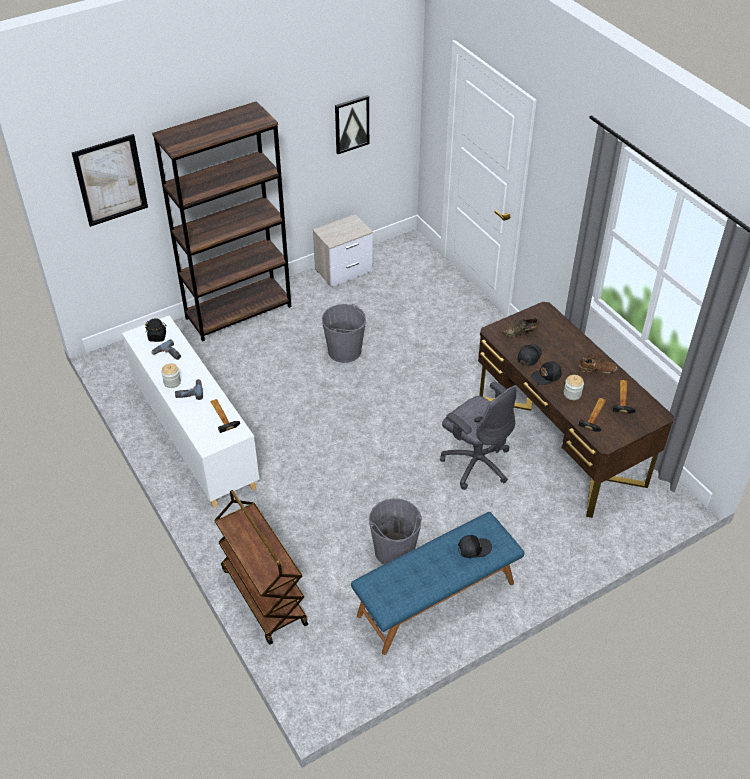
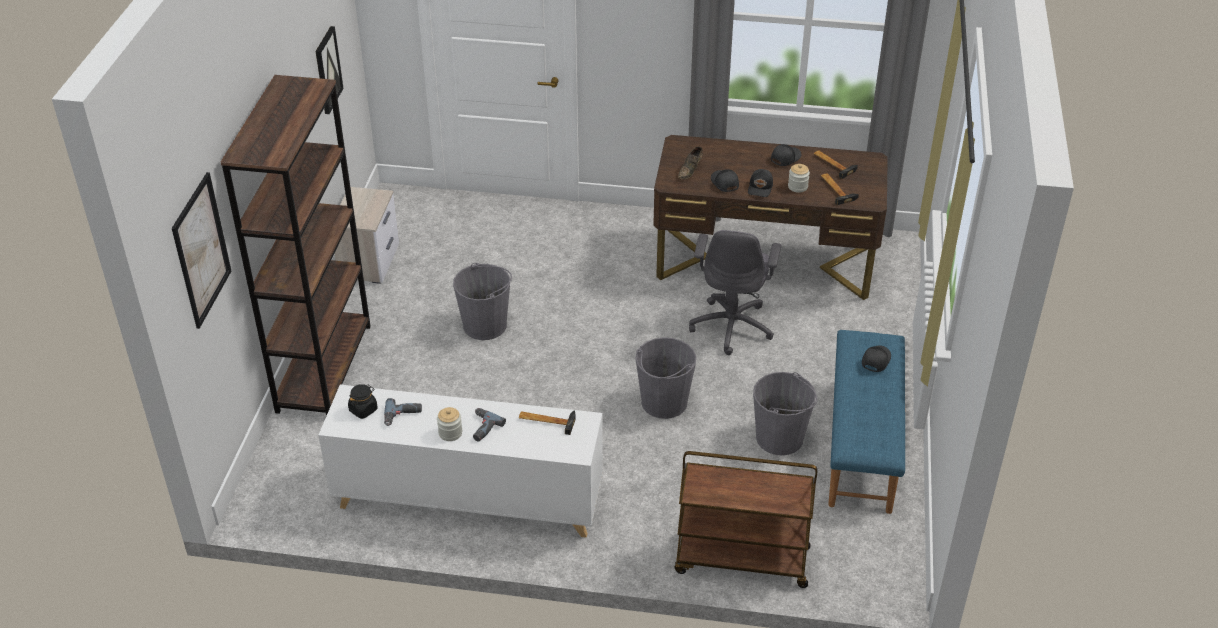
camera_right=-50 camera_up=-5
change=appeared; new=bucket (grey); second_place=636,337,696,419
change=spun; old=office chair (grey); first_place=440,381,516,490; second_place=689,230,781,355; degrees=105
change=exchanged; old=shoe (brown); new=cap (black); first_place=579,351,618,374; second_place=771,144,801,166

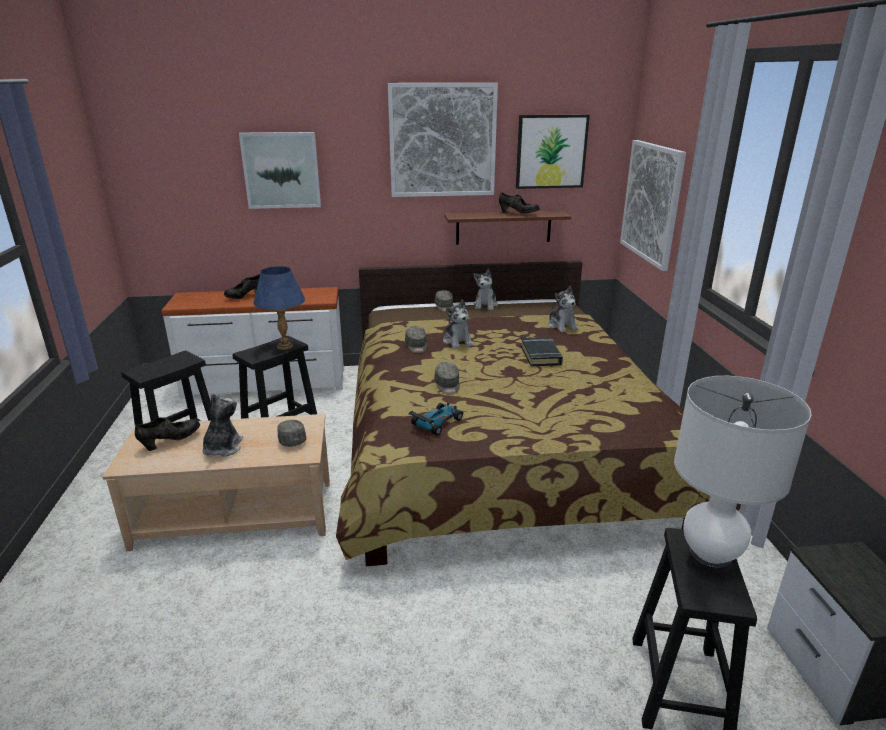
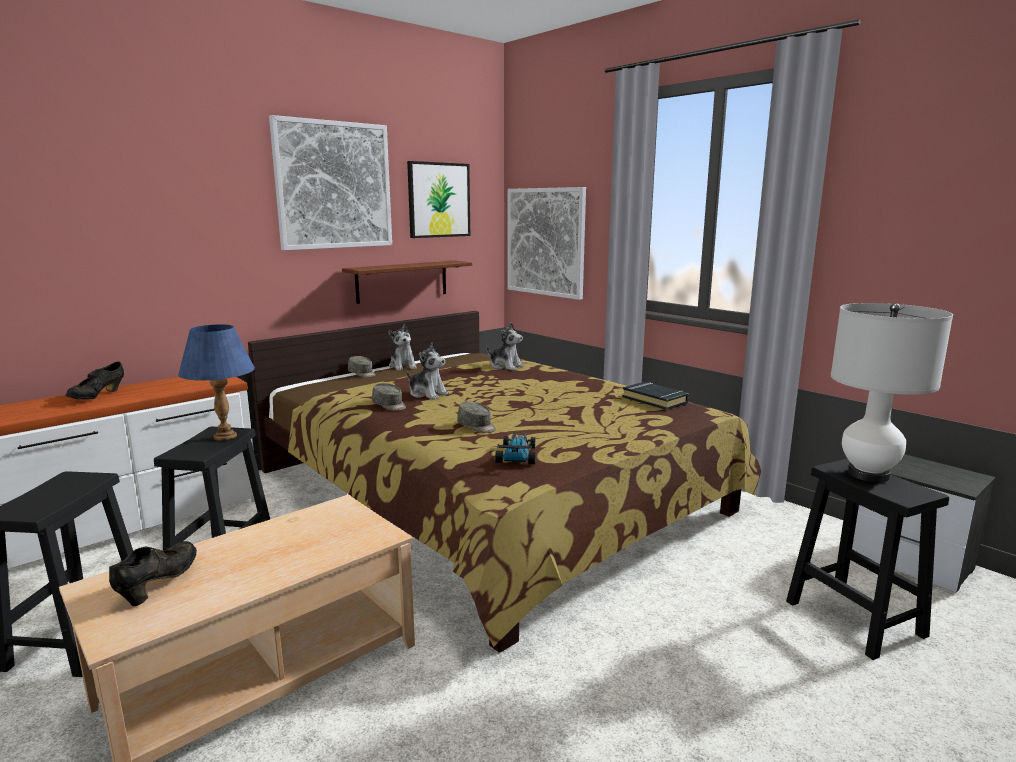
camera_right=-35 camera_up=-10
change=relocated; old=book (black); first_place=521,337,563,366; second_place=622,382,689,410
change=missing; old=plush toy; first_place=203,393,243,457
change=missing; old=picture; first_place=239,132,321,209
change=missing; old=cap (grey); first_place=277,420,306,447
change=missing; old=shoe (black); first_place=499,192,540,213

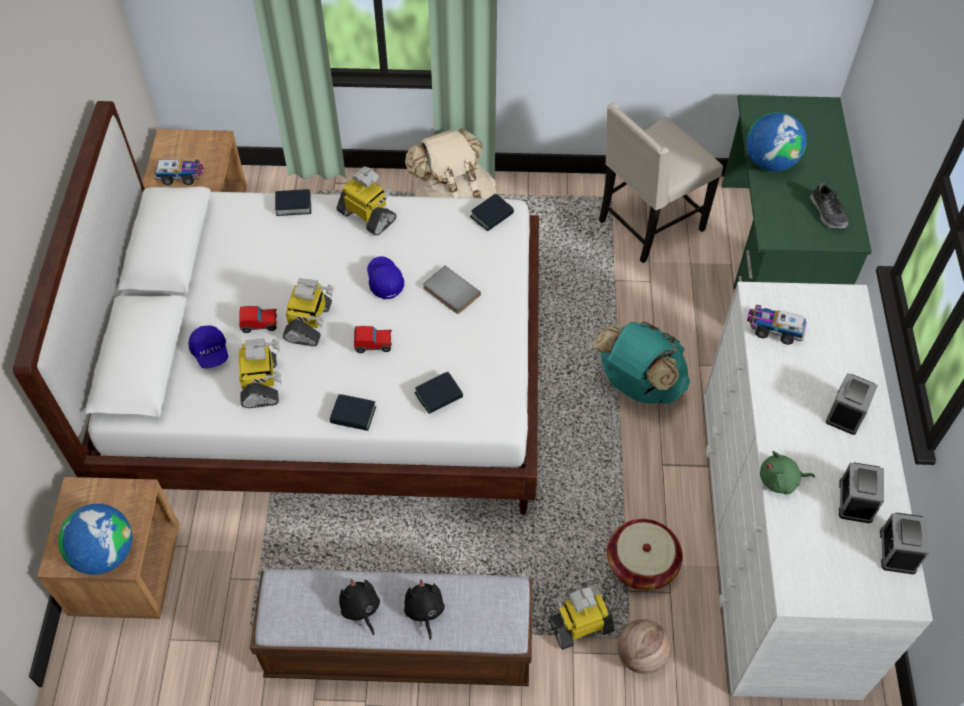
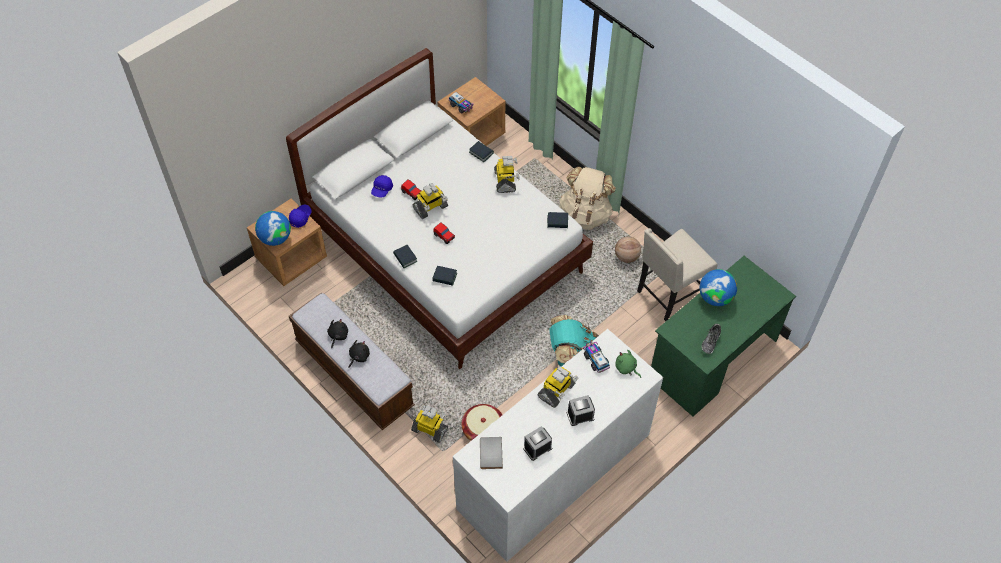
camera_right=45 camera_up=0
change=relocated; old=cap (blue); first_place=367,256,404,299; second_place=289,205,312,228
change=relocated; old=book (grey); first_place=423,266,481,314; second_place=480,437,503,469
change=relocated; old=toy robot; first_place=239,338,281,408; second_place=537,366,579,408
change=relocated; old=basketball; first_place=617,619,671,674; second_place=615,237,641,263
change=relocated; old=plush toy (green); first_place=760,451,815,494; second_place=615,350,641,378
change=spun; old=chair (beige); first_place=599,103,723,263; second_place=637,228,718,321; degrees=-45
change=missing; old=alarm clock; first_place=880,513,929,574

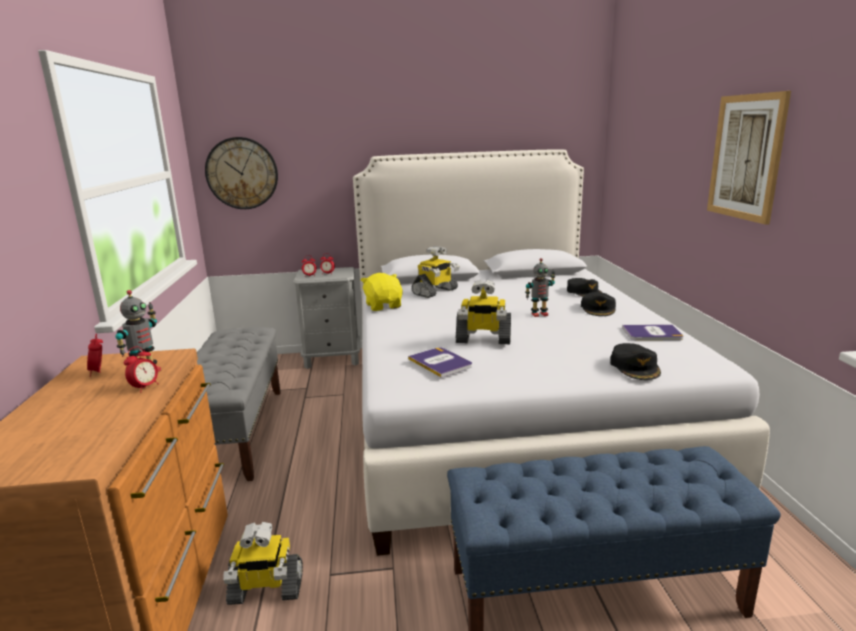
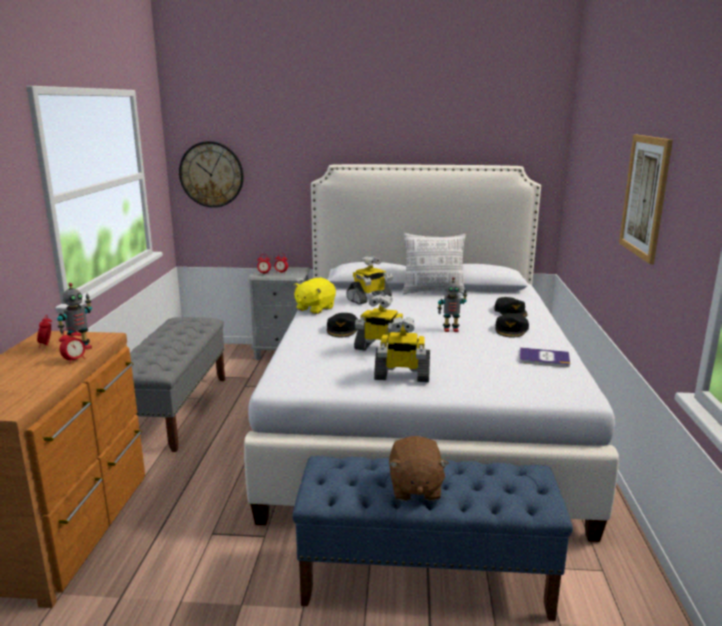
camera_right=10 camera_up=0
change=spun; old=plush toy (yellow); first_place=360,273,403,311; second_place=293,278,336,314; degrees=-135
change=relocated; old=cap (black); first_place=610,343,661,380; second_place=327,313,358,337
change=relocated; old=toy robot; first_place=223,522,303,605; second_place=374,317,430,382
change=appeared; new=plush toy (brown); second_place=389,436,449,501
change=appeared; new=pillow; second_place=403,233,466,294
change=missing; old=book; first_place=408,347,472,378

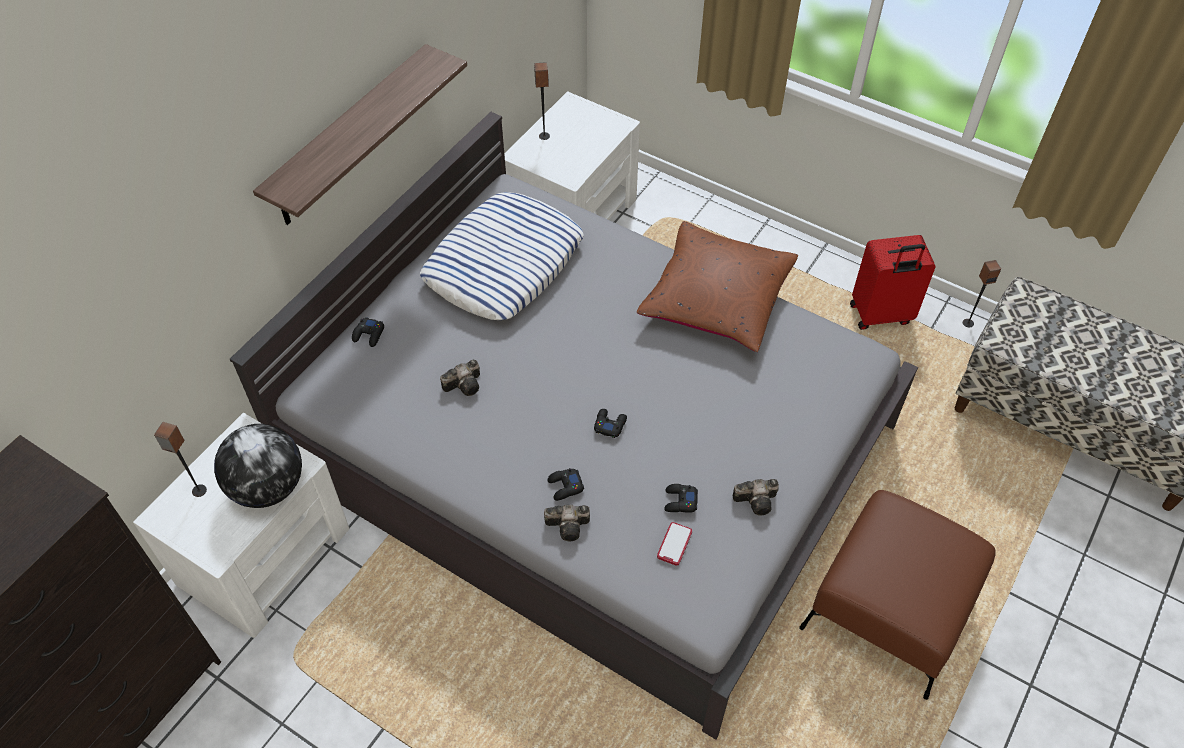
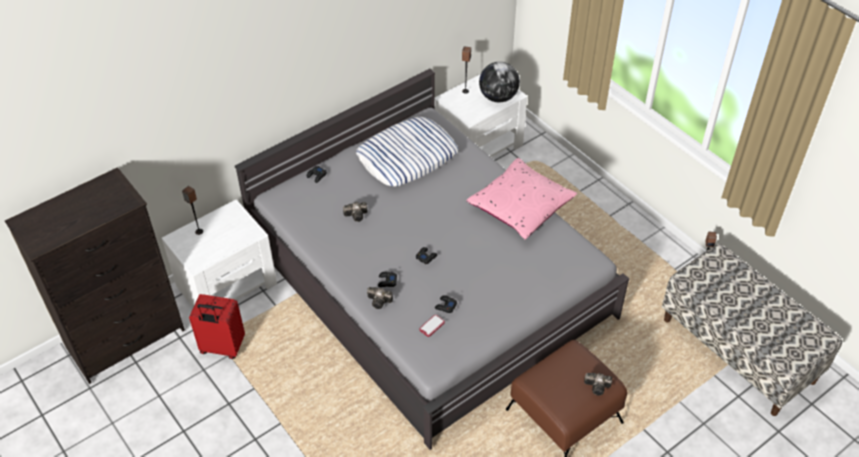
camera_right=20 camera_up=-5
change=relocated; old=suitcase (red); first_place=850,235,936,330; second_place=189,294,245,359
change=colour; old=pillow (brown); new=pillow (pink); first_place=637,221,798,352; second_place=466,158,577,240
change=relocated; old=globe; first_place=214,424,302,508; second_place=479,62,520,102
change=relocated; old=photo camera; first_place=733,479,779,516; second_place=584,373,612,396
change=missing; old=shelf; first_place=253,44,467,225

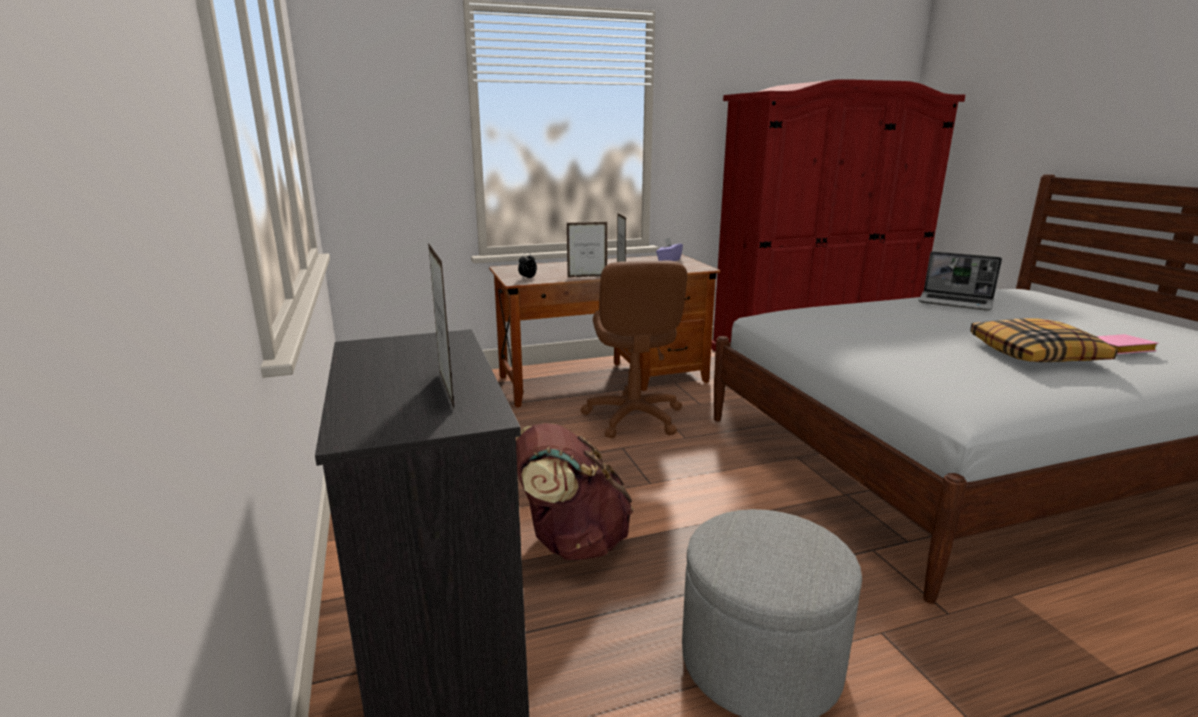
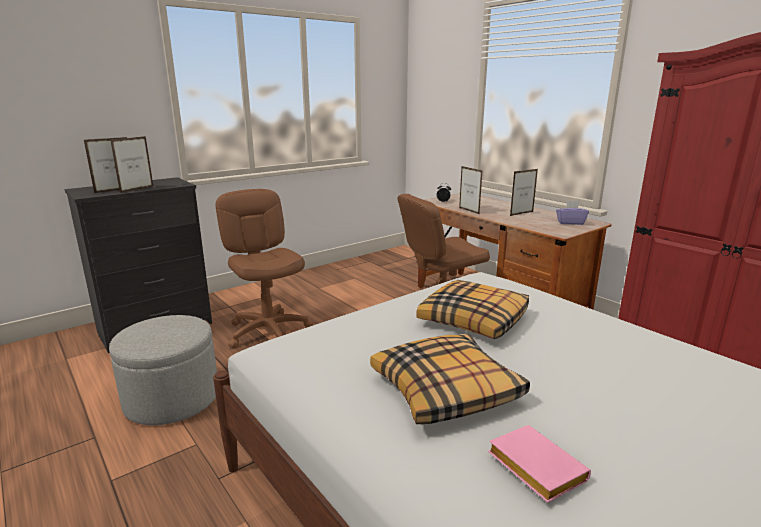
camera_right=70 camera_up=0
change=appeared; new=picture frame; second_place=110,136,154,193
change=exchanged; old=backpack (brown); new=office chair (brown); first_place=516,423,634,560; second_place=215,189,314,348
change=appeared; new=pillow; second_place=416,280,529,339
change=missing; old=laptop; first_place=918,251,1002,311

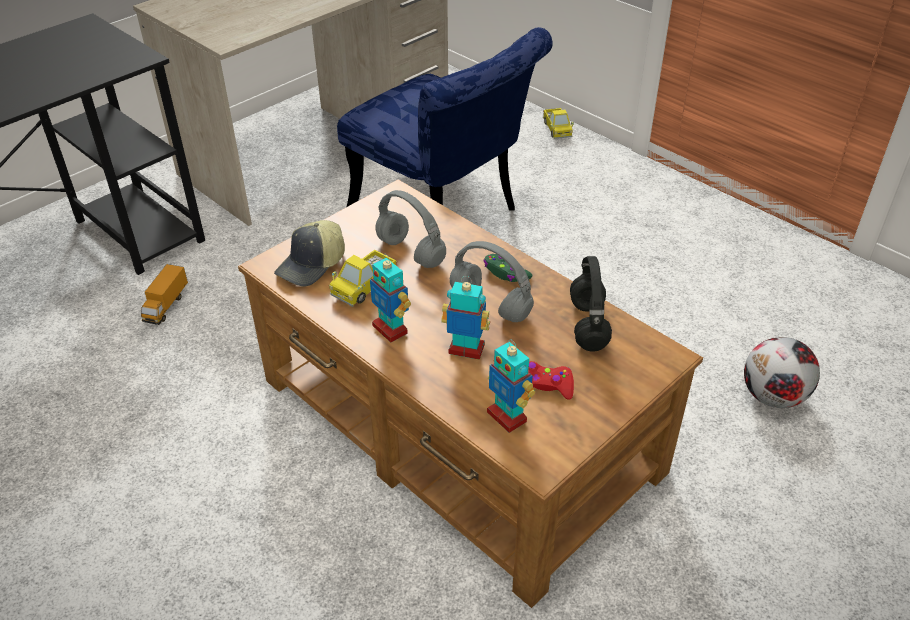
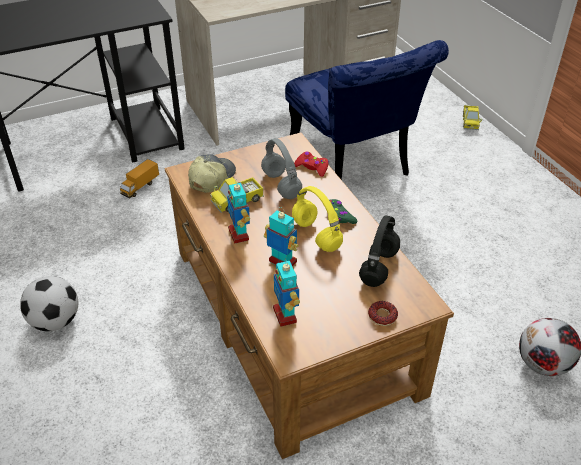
camera_right=20 camera_up=0
change=appeared; new=football; second_place=20,276,78,331
change=spun; old=cap; first_place=274,220,345,287; second_place=188,154,236,193; degrees=150
change=colour; old=headphones (grey); new=headphones (yellow); first_place=450,241,534,322; second_place=292,186,343,252
change=relocated; old=game controller (red); first_place=528,361,574,400; second_place=294,152,329,177
change=appeared; new=donut; second_place=368,301,398,326

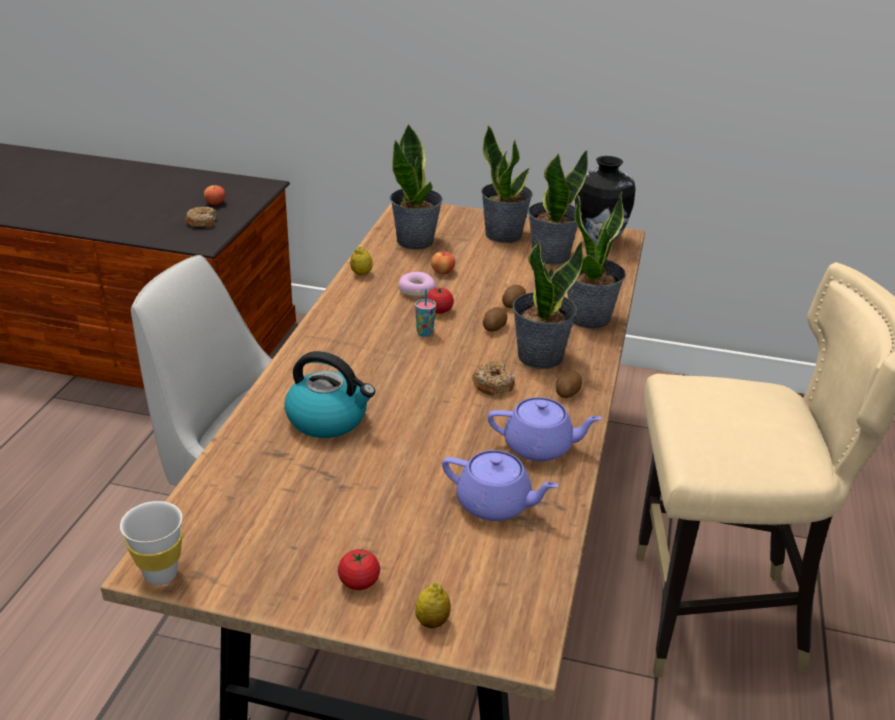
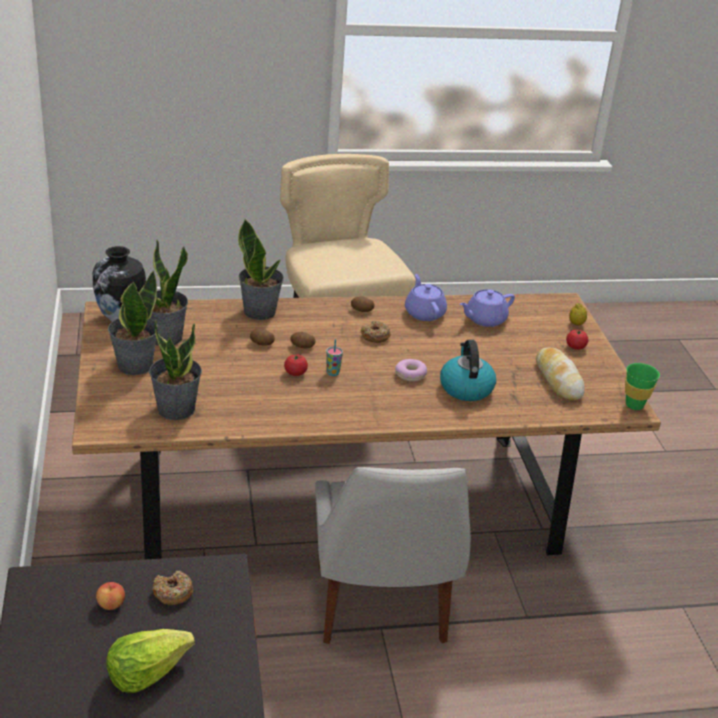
camera_right=-115 camera_up=0
change=appeared; new=lettuce; second_place=106,629,195,693
change=relocated; old=donut; first_place=398,272,436,297; second_place=395,359,427,381
change=spun; old=teapot (purple); first_place=442,450,559,521; second_place=460,289,515,327; degrees=-120
change=appeared; new=bread; second_place=536,348,585,401
change=colour; old=cup (white); new=cup (green); first_place=120,501,183,585; second_place=625,363,660,410
change=missing; old=lemon; first_place=350,247,373,275
change=missing; old=apple; first_place=431,250,455,275
change=missing; old=potted plant; first_place=513,240,584,369

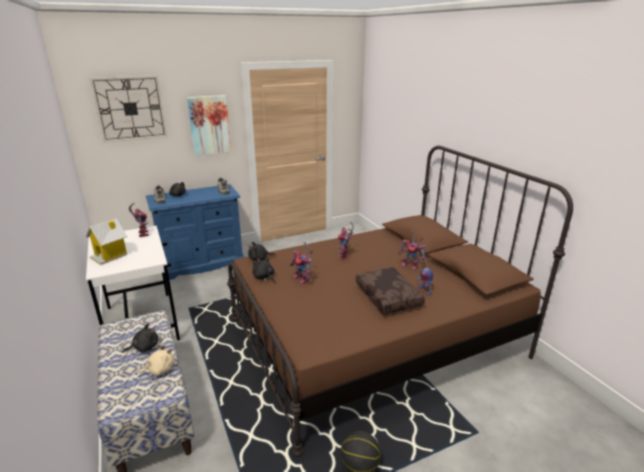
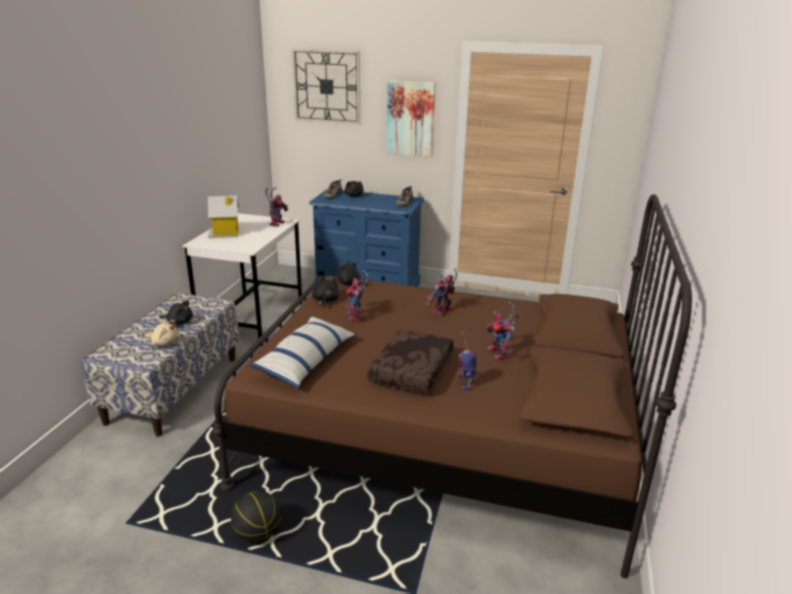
camera_right=40 camera_up=0
change=appeared; new=pillow; second_place=248,316,356,388

